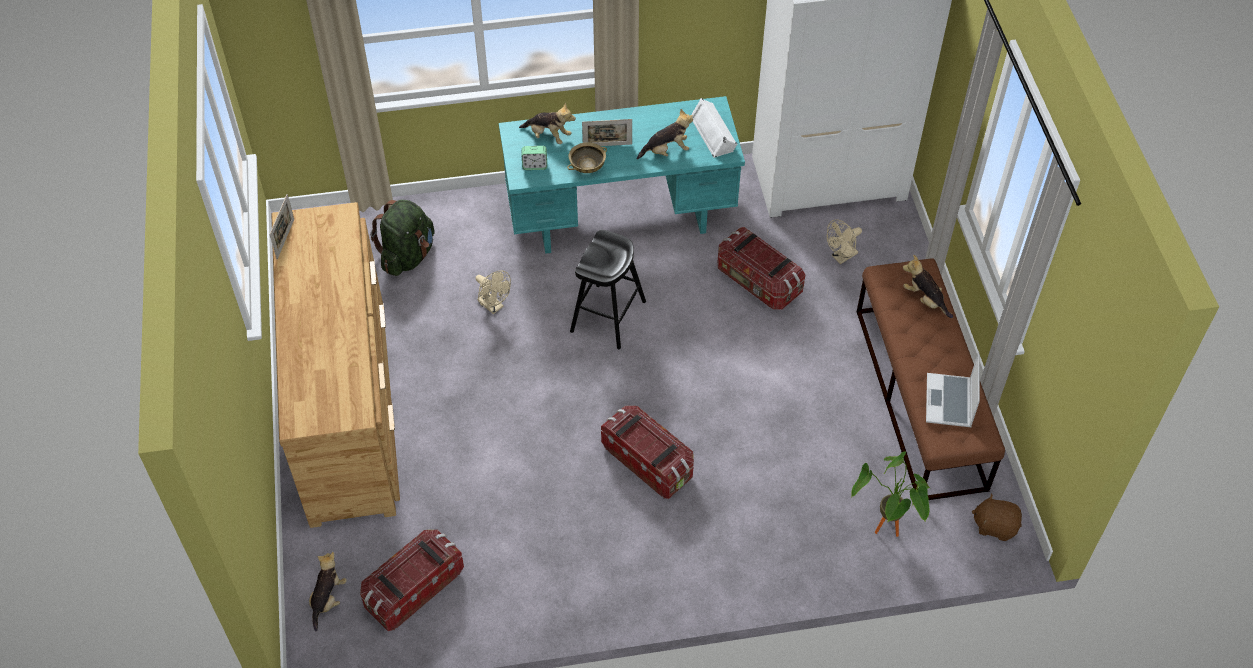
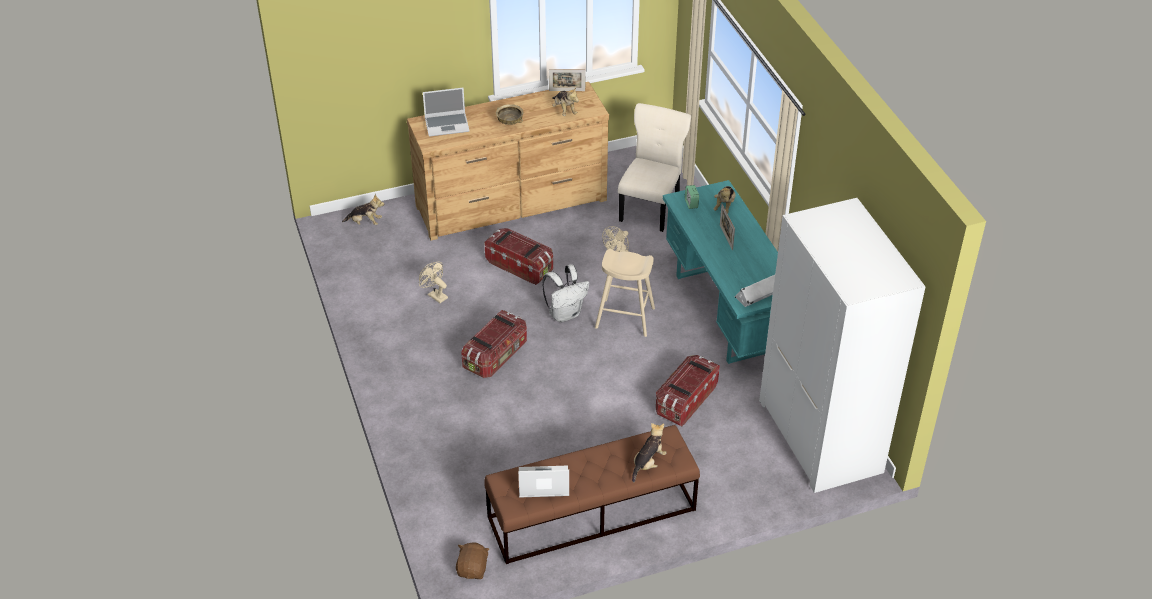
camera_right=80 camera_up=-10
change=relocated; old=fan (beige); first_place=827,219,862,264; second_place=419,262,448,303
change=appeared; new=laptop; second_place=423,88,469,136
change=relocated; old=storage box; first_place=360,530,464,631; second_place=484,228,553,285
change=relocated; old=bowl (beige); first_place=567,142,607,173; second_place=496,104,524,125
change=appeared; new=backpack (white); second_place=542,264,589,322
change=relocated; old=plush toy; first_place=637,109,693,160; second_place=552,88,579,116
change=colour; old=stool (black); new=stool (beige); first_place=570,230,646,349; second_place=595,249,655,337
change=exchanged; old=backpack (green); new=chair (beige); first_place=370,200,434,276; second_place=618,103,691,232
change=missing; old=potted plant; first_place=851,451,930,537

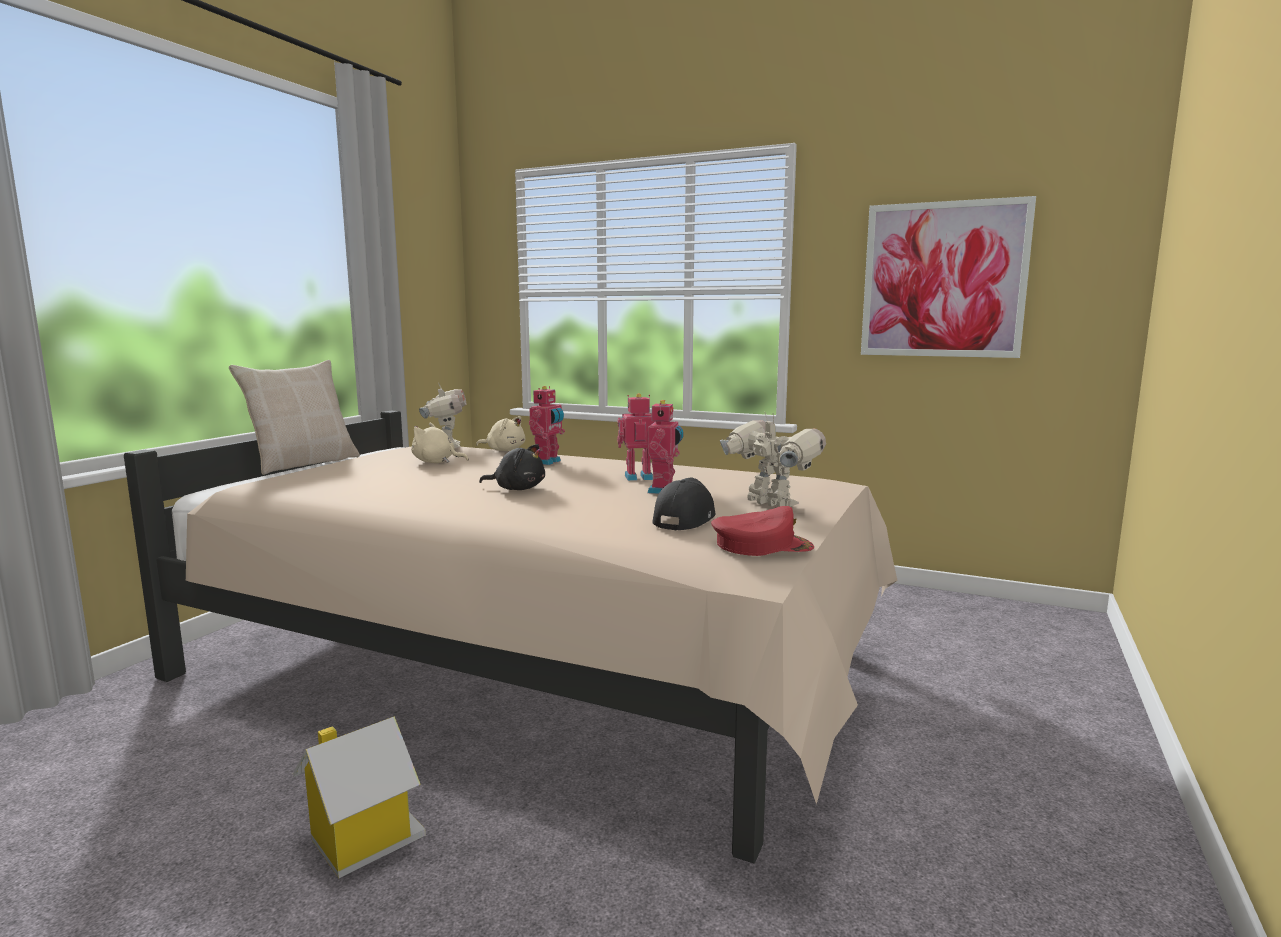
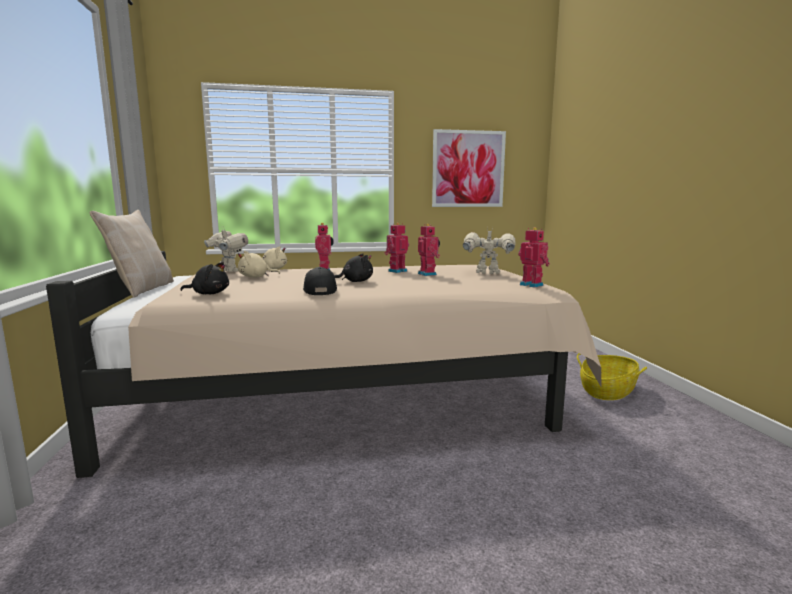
camera_right=-35 camera_up=0
change=appeared; new=plush toy (black); second_place=180,262,229,294
change=relocated; old=cap (black); first_place=652,477,715,530; second_place=303,267,337,295
change=exchanged; old=cap (red); new=toy robot; first_place=711,506,814,556; second_place=518,227,550,288
change=appeared; new=basket; second_place=577,353,647,400
change=missing; old=toy house; first_place=293,716,426,878

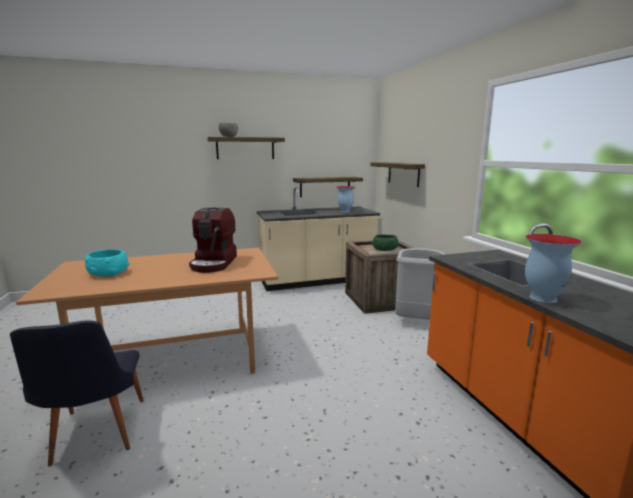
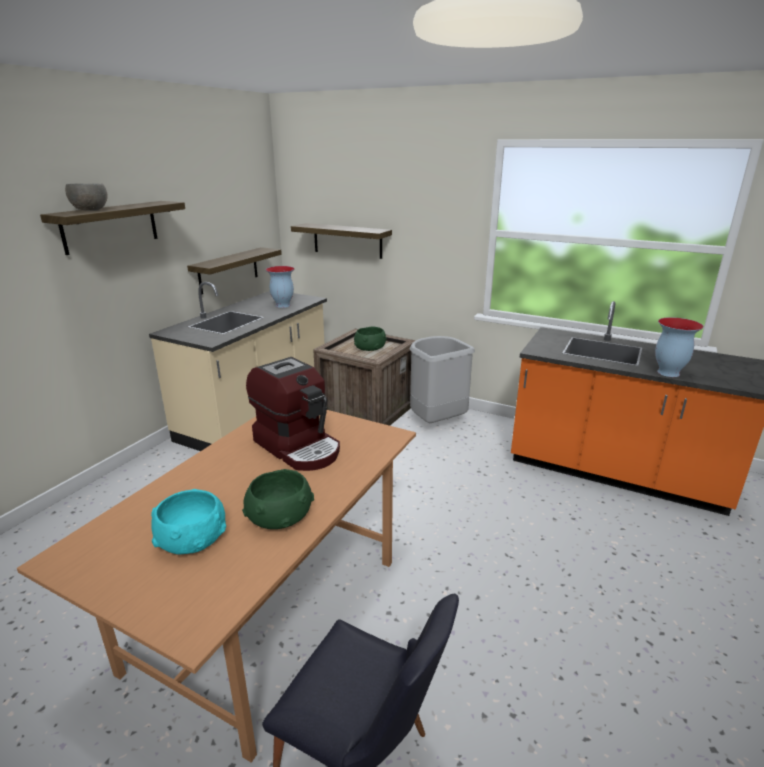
camera_right=-45 camera_up=10
change=appeared; new=bowl (green); second_place=242,469,314,529

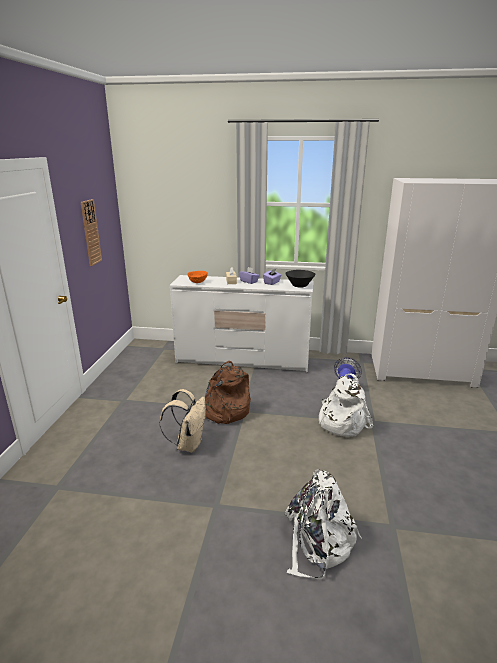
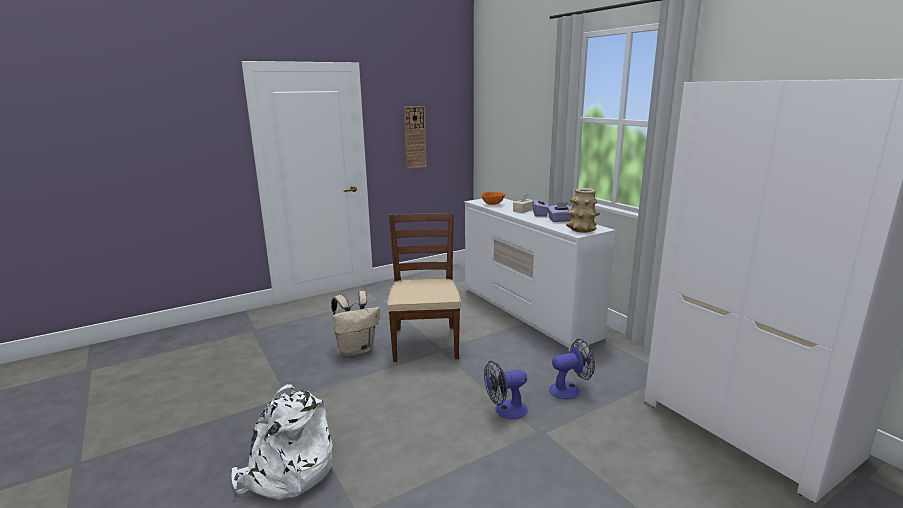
camera_right=50 camera_up=-5
change=exchanged; old=backpack (brown); new=chair (brown); first_place=205,361,251,424; second_place=387,213,461,362
change=exchanged; old=backpack (white); new=fan; first_place=319,374,373,437; second_place=484,361,528,419
change=exchanged; old=bowl (black); new=vase; first_place=285,270,316,288; second_place=566,188,600,233

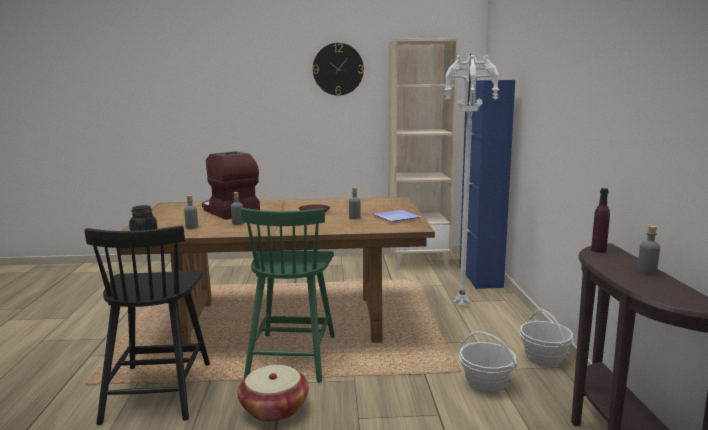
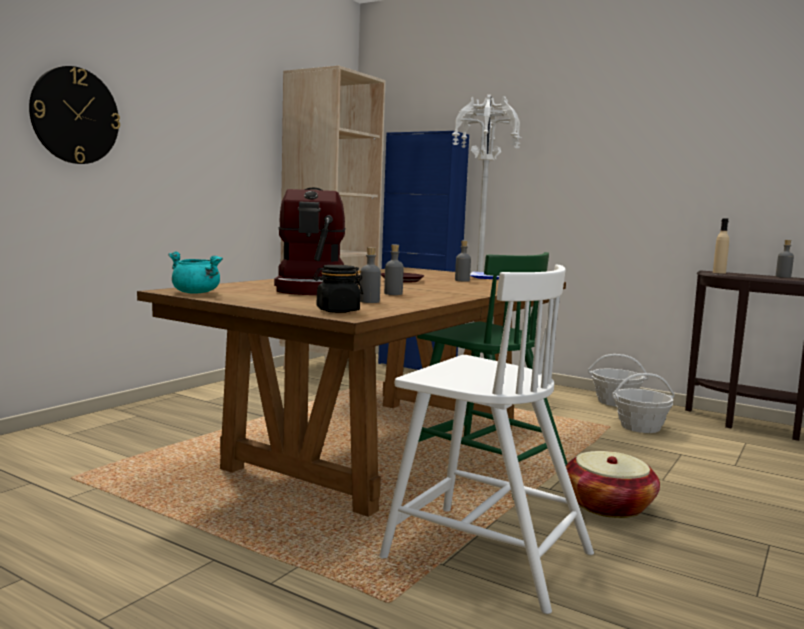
camera_right=-55 camera_up=-5
change=relocated; old=wall clock; first_place=313,43,364,96; second_place=29,66,120,164
change=appeared; new=cooking pot (turquoise); second_place=168,252,223,294
change=spun; old=coffee machine; first_place=202,151,260,220; second_place=274,188,346,295; degrees=-90
change=colour; old=chair (black); new=chair (white); first_place=84,225,210,425; second_place=379,265,594,614
change=colour; old=bottle (purple); new=bottle (beige); first_place=591,188,610,253; second_place=713,218,729,274

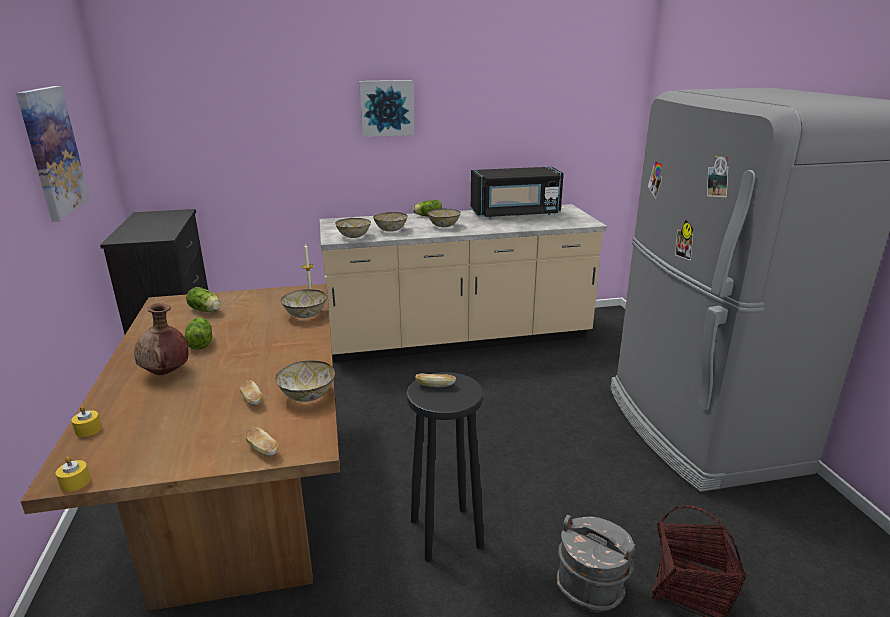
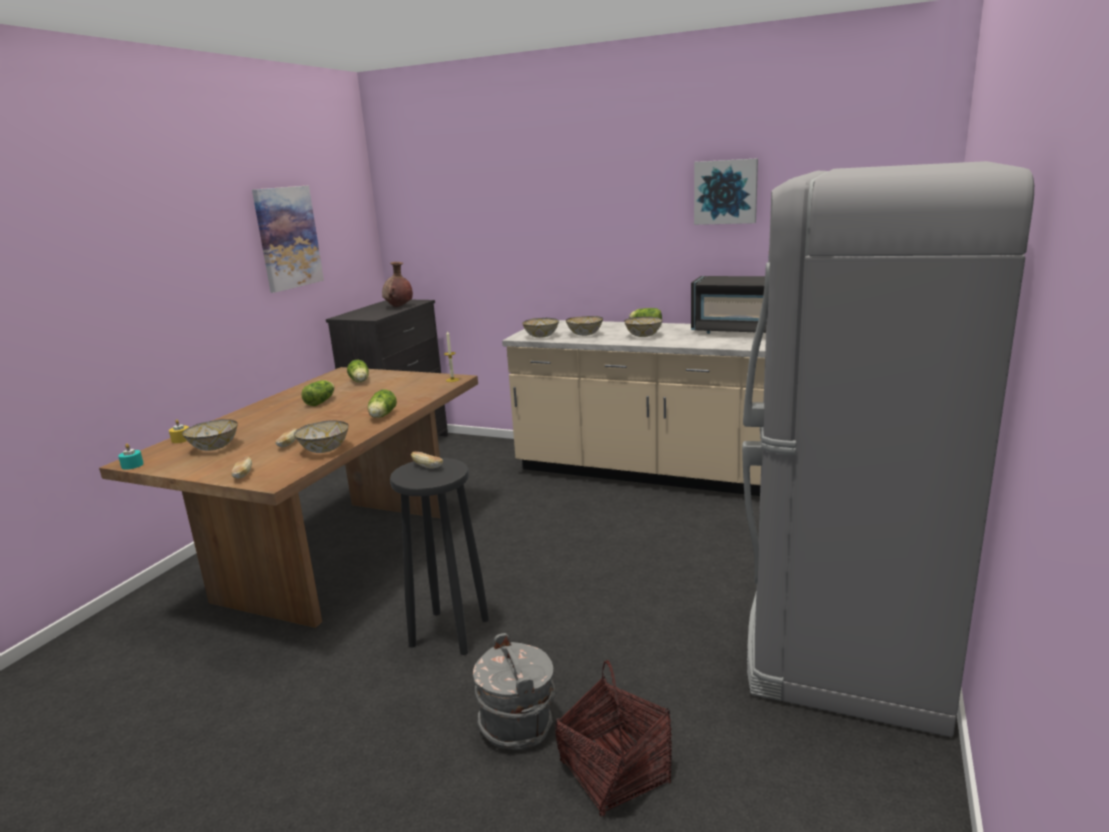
camera_right=35 camera_up=-5
change=colour; old=candle (yellow); new=candle (turquoise); first_place=56,457,91,492; second_place=118,444,144,470
change=relocated; old=bowl; first_place=281,289,327,318; second_place=182,419,238,451
change=appeared; new=lettuce; second_place=368,390,397,418
change=relocated; old=vase (brown); first_place=134,303,189,375; second_place=382,262,413,307
change=relocated; old=picture; first_place=359,80,414,137; second_place=694,158,758,225

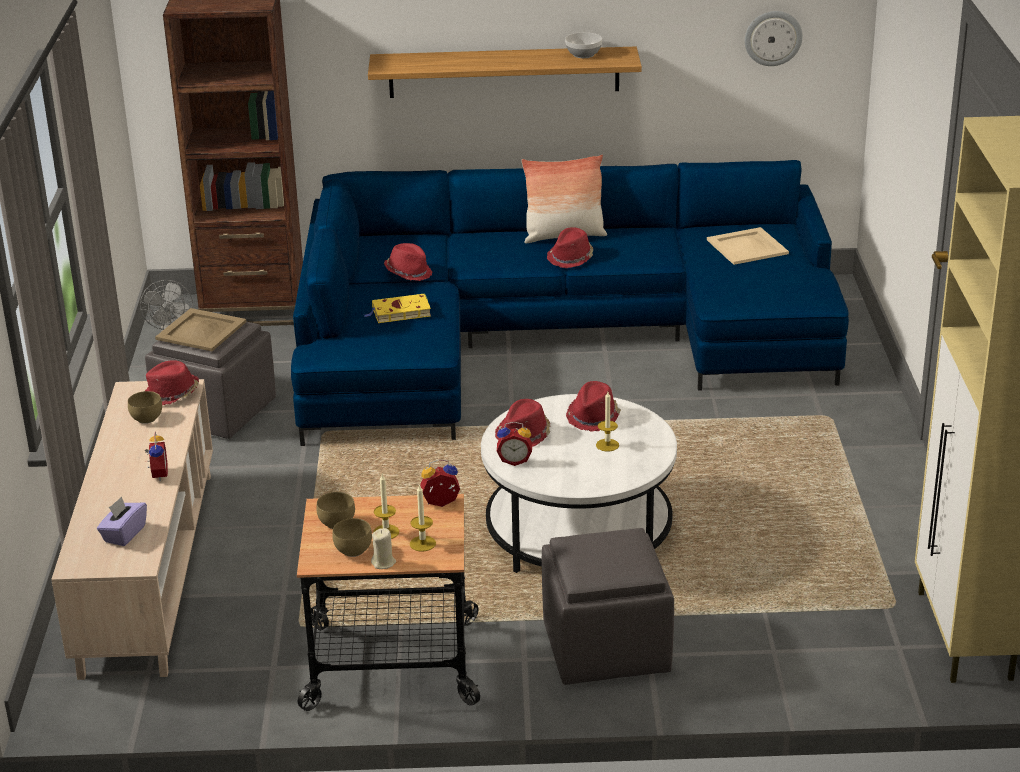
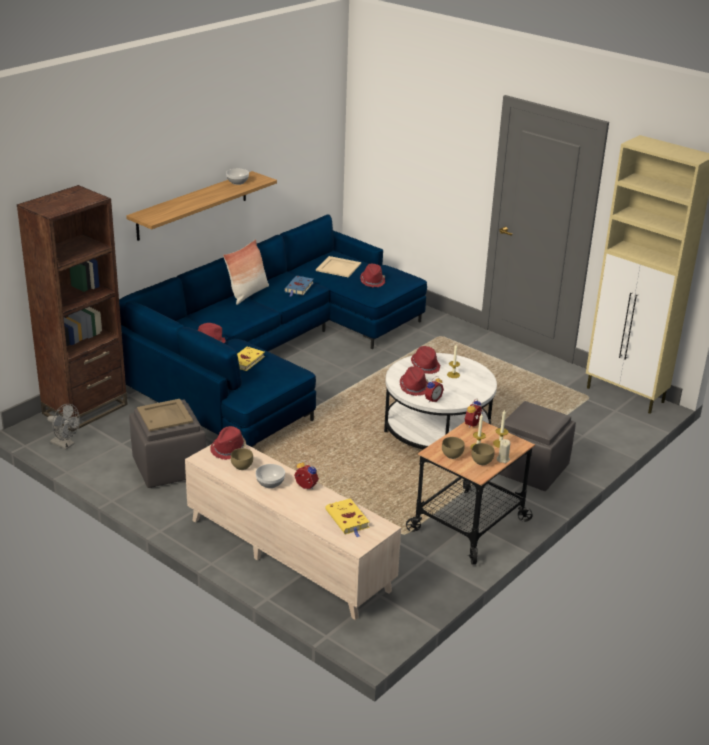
camera_right=-50 camera_up=0
change=appeared; new=bowl; second_place=256,464,285,488
change=appeared; new=book (blue); second_place=284,276,313,297
change=exchanged; old=tissue box (purple); new=book (yellow); first_place=97,496,147,546; second_place=325,498,369,537
change=relocated; old=hat (red); first_place=547,227,593,268; second_place=360,264,385,287
change=missing; old=wall clock; first_place=745,11,803,66

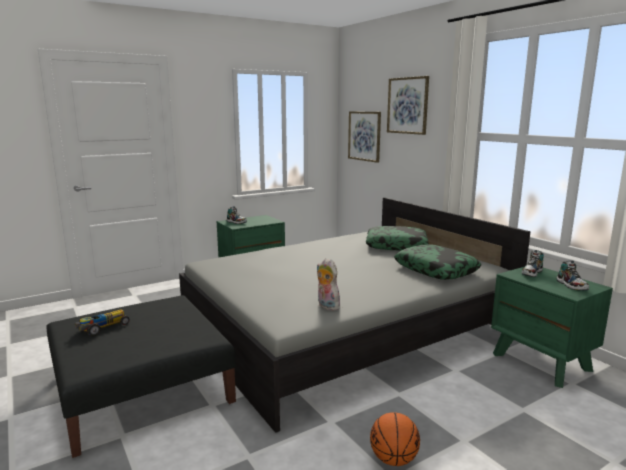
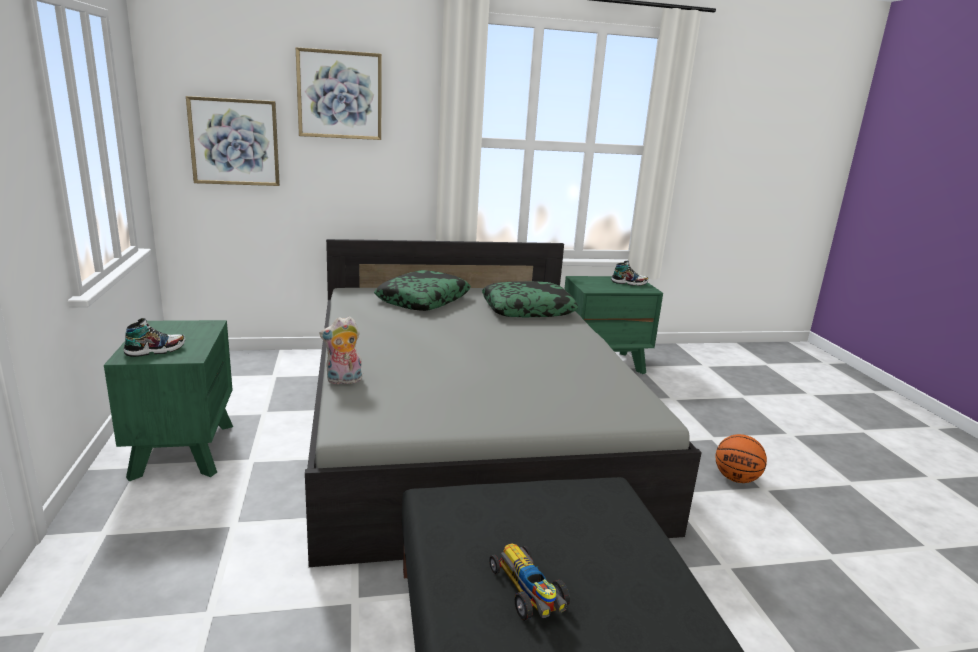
camera_right=-70 camera_up=5
change=relocated; old=plush toy; first_place=317,258,340,311; second_place=319,316,362,385
change=missing; old=shoe; first_place=522,250,544,277

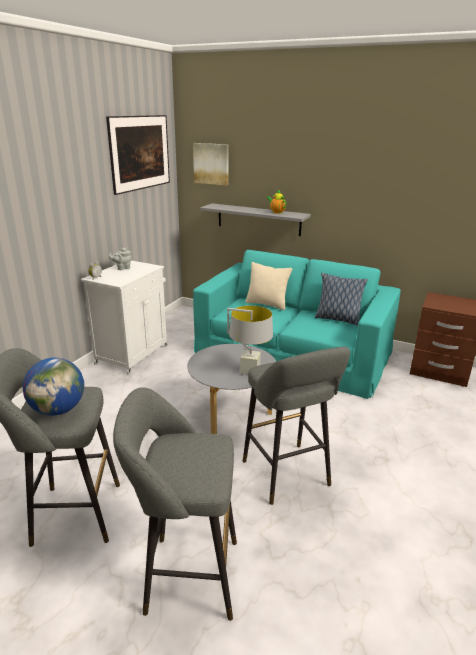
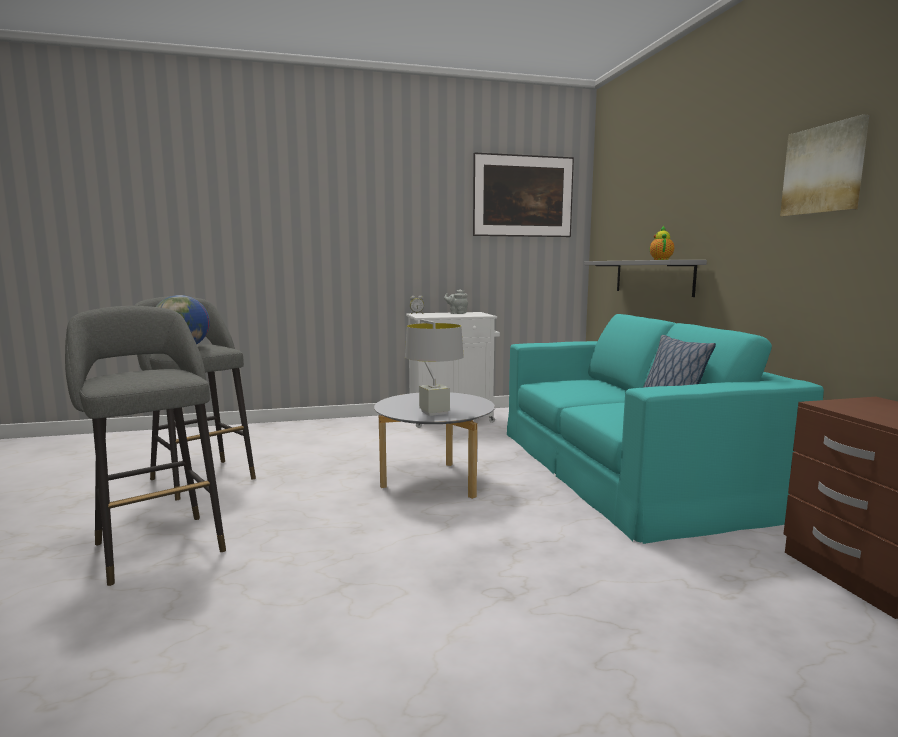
camera_right=50 camera_up=-15
change=relocated; old=picture; first_place=193,143,228,186; second_place=780,115,869,217
change=missing; old=stool (grey); first_place=243,347,350,505
change=missing; old=pillow (beige); first_place=245,262,292,310

